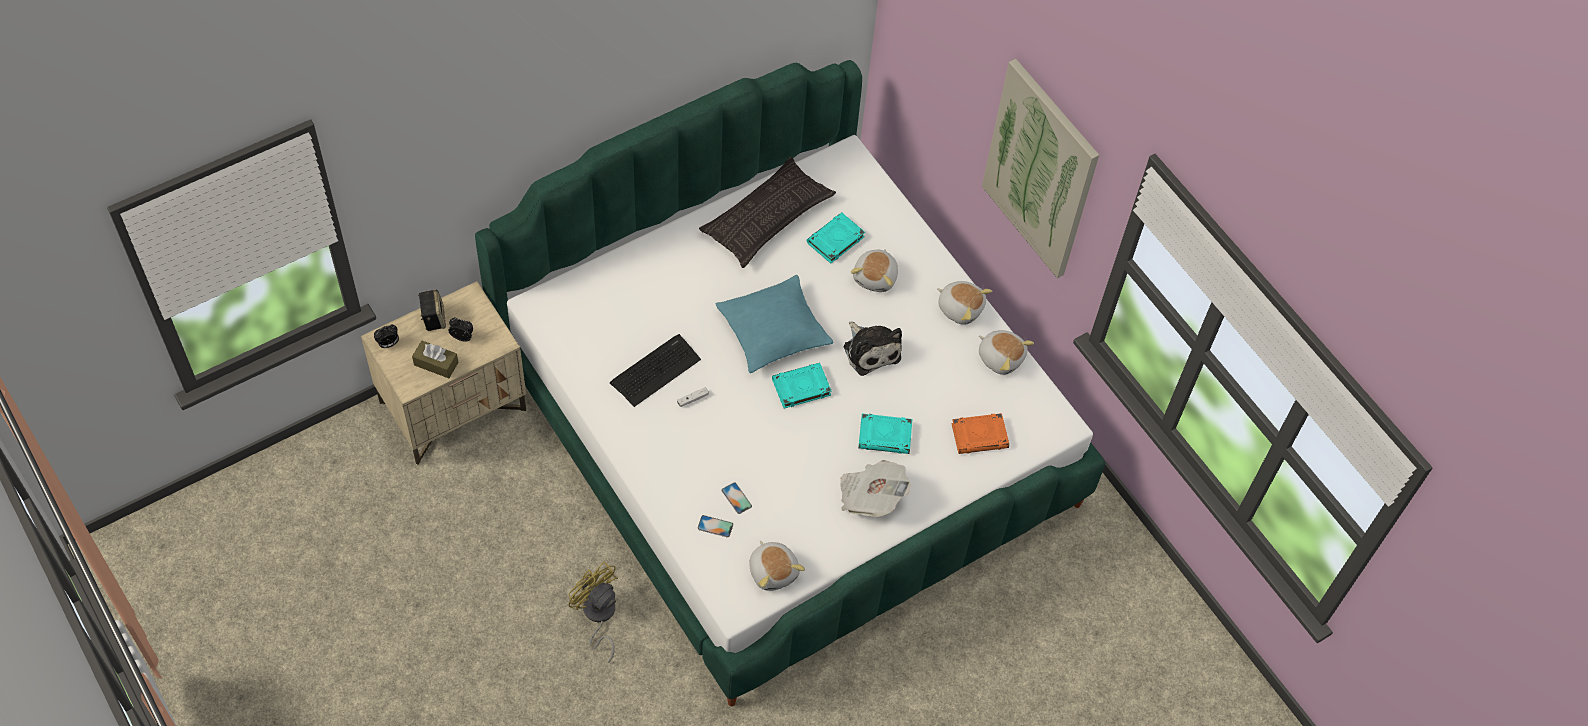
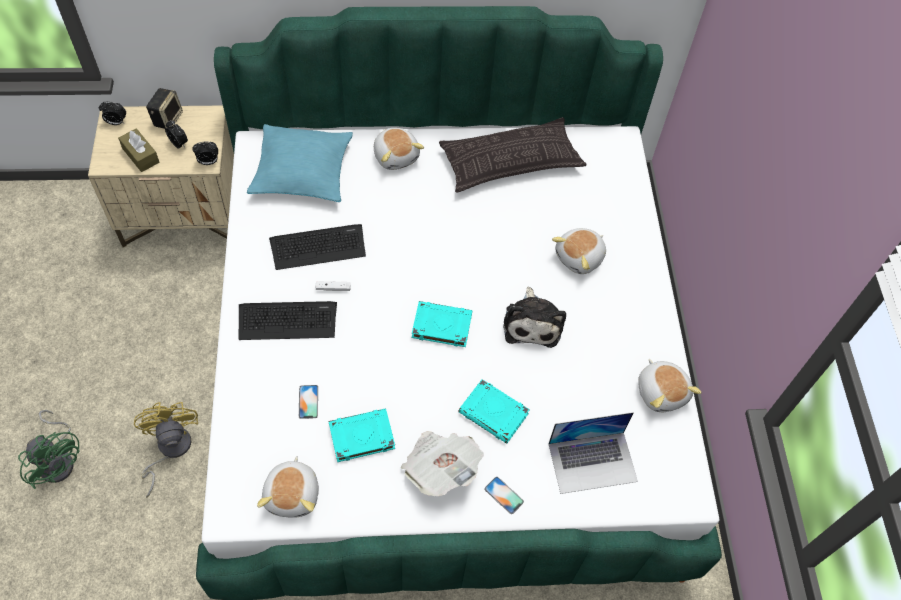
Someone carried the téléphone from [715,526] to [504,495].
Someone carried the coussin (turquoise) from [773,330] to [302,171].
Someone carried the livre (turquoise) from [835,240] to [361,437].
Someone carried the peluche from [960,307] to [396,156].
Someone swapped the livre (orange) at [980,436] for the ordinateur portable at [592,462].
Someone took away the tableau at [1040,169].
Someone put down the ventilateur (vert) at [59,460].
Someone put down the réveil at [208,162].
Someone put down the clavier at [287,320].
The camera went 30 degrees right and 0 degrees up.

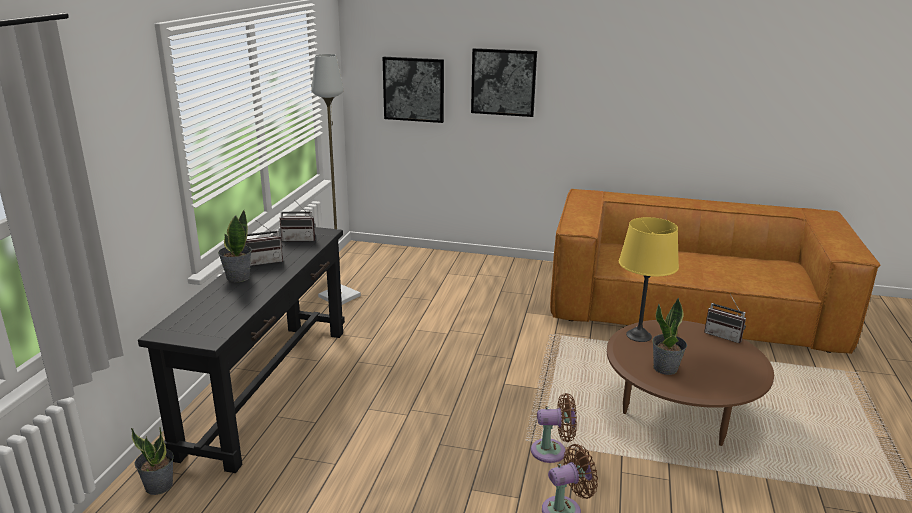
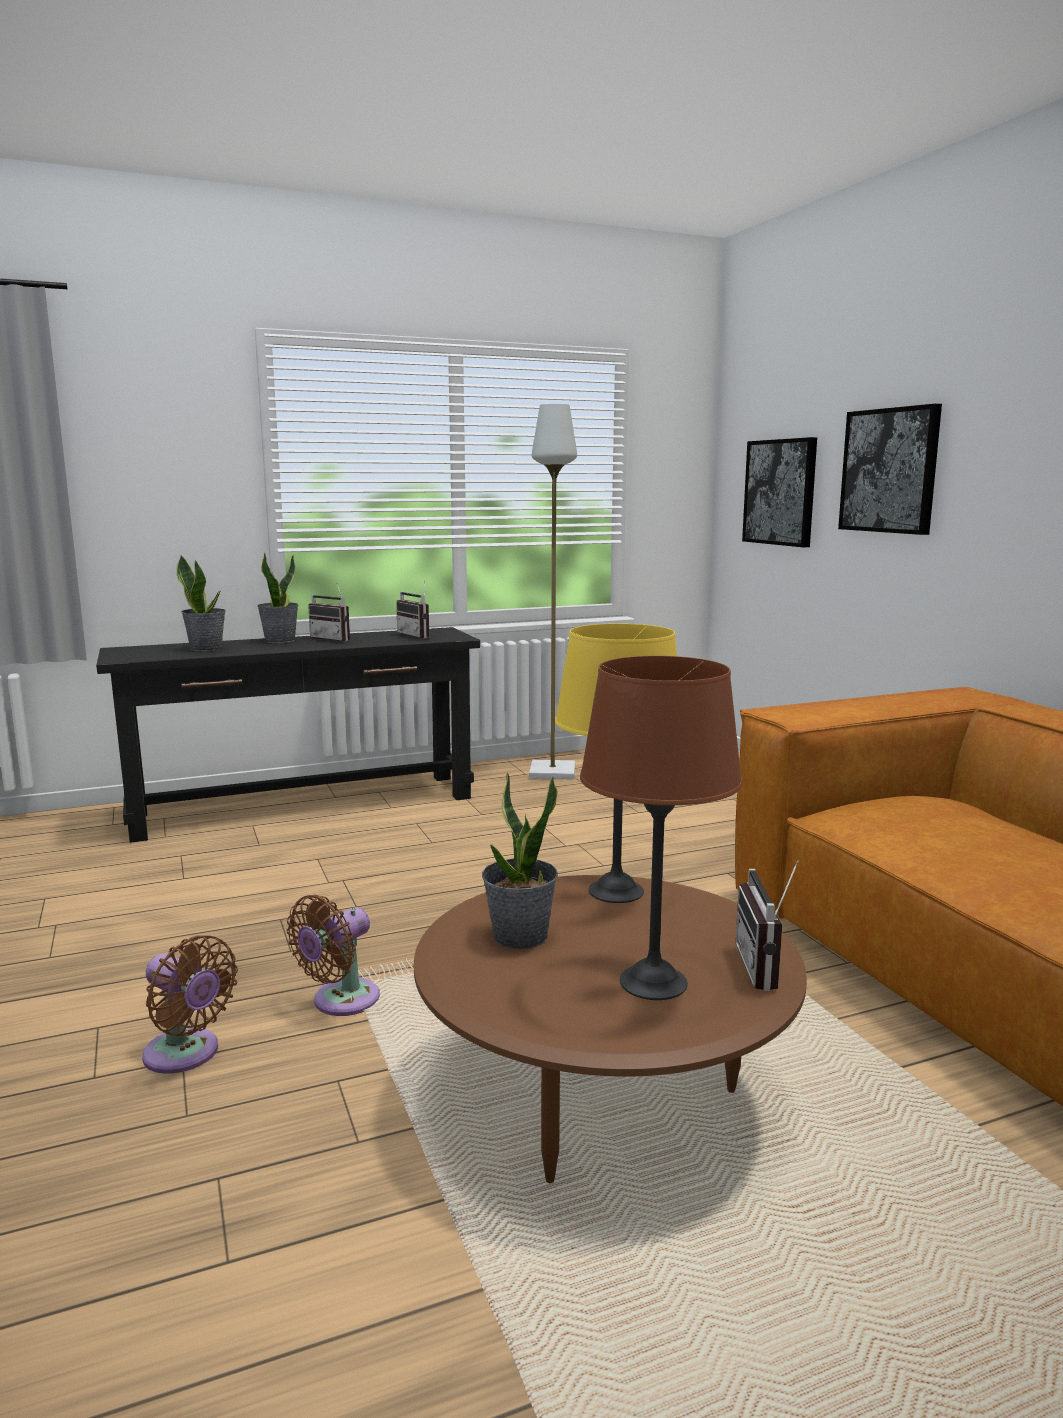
Someone carried the plante en pot from [159,485] to [206,648].
Someone rotated the ventilateur (marron) at [552,451] by 75 degrees clockwise.
Someone put down the lampe de table (marron) at [654,982].
The camera went 55 degrees right and 10 degrees down.

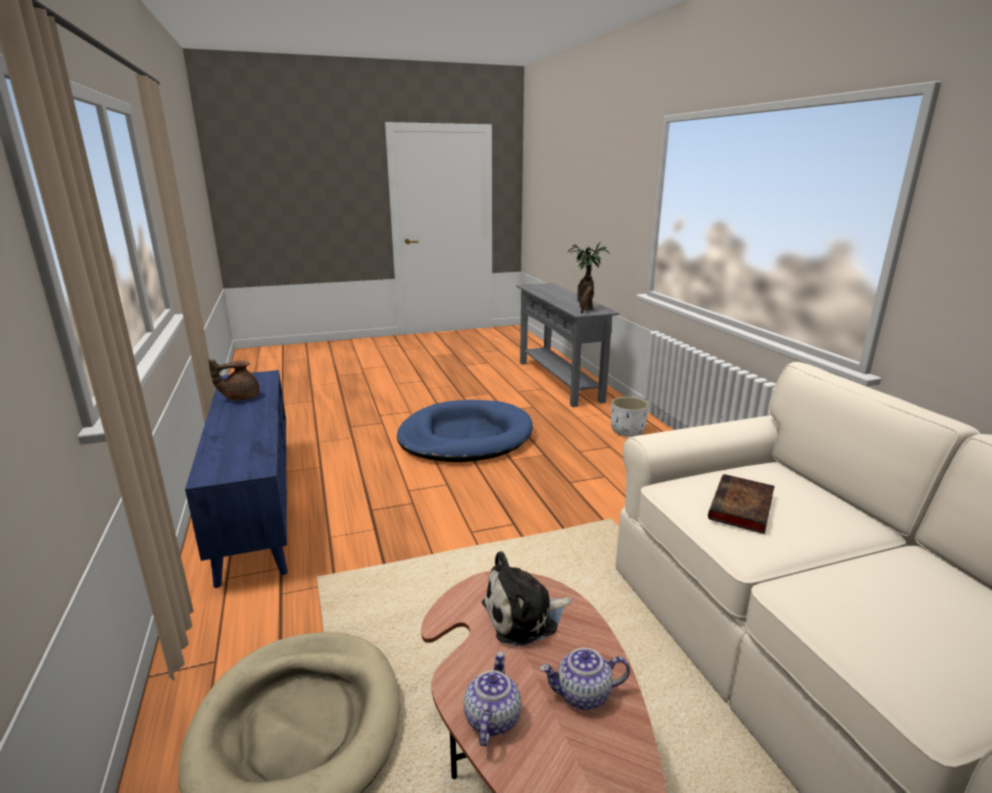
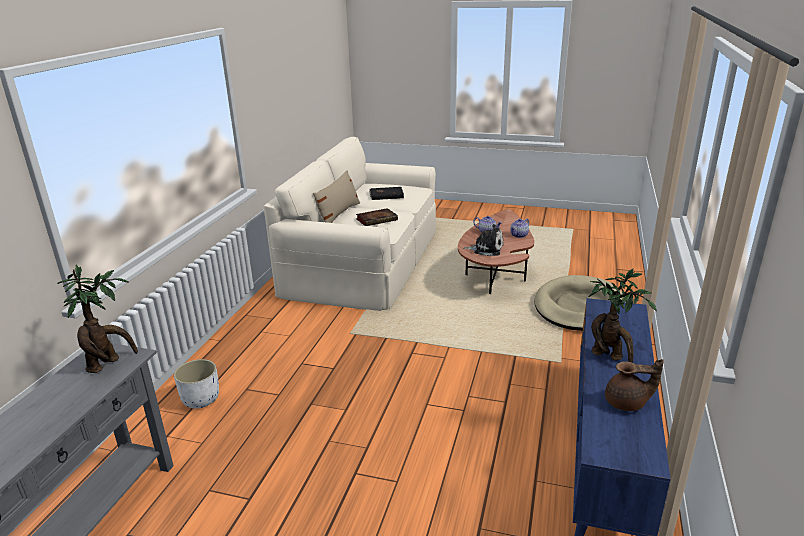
Someone took away the panier pour chien (bleu) at [465,437].
Someone put down the coussin (beige) at [338,214].
Someone put down the livre (noir) at [386,195].
Someone put down the plante en pot at [610,357].
The camera went 145 degrees left and 5 degrees up.

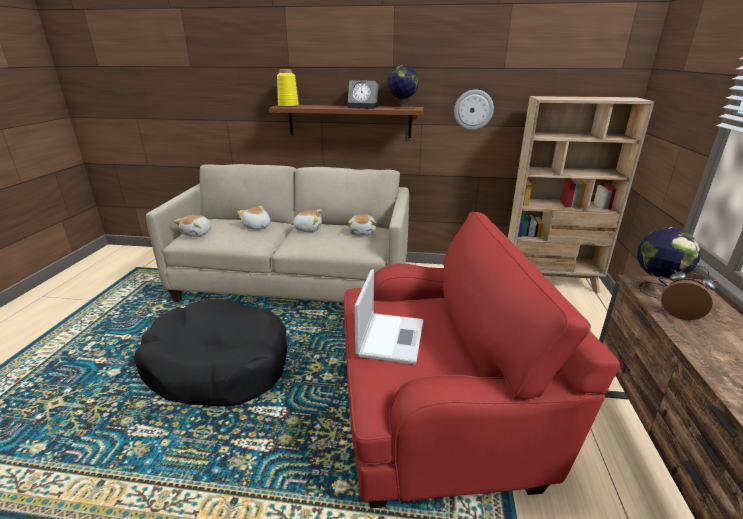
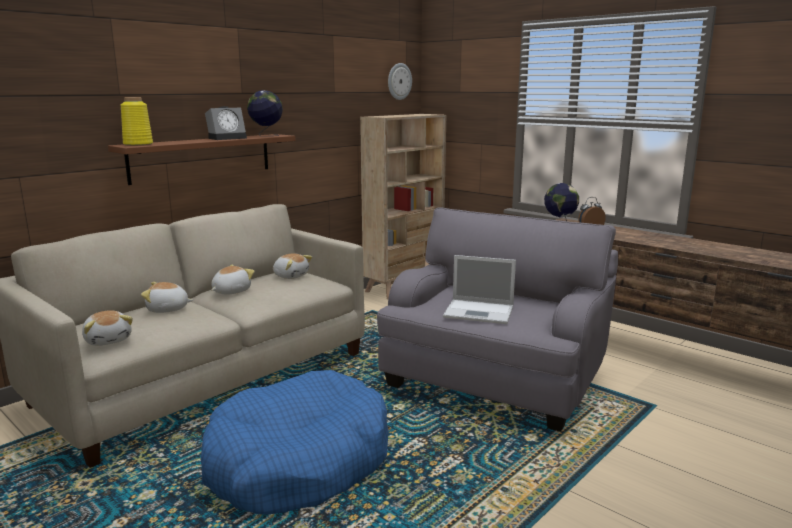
Someone repainted the panier pour chien (noir) at [218,366], which became the panier pour chien (bleu) at [298,461].
Someone repainted the fauteuil (rouge) at [439,412], which became the fauteuil (gris) at [496,377].
Someone rotated the ordinateur portable at [391,337] by 150 degrees clockwise.
Someone carried the horloge murale from [473,110] to [399,81].
The camera went 55 degrees left and 10 degrees down.

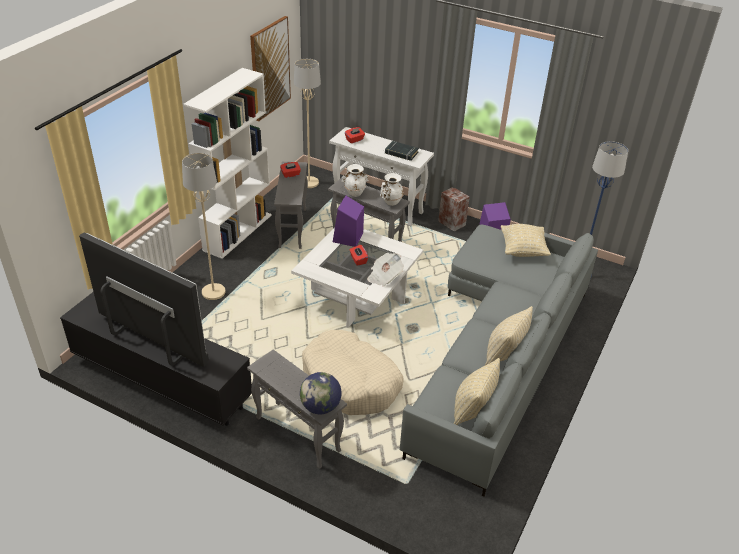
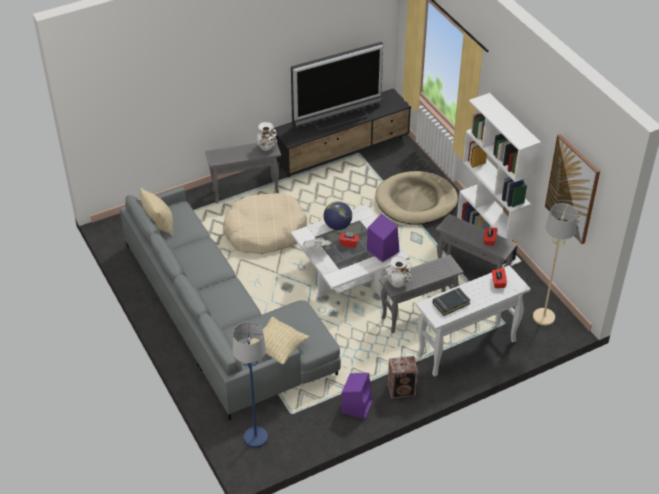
Someone swapped the lampadaire (beige) at [213,292] for the panier pour chien (beige) at [416,201].
Someone carried the globe from [320,407] to [337,226].
Someone carried the vase (blanc) from [354,193] to [267,148].
Someone took away the coussin (beige) at [504,353].
The camera went 125 degrees right and 5 degrees up.

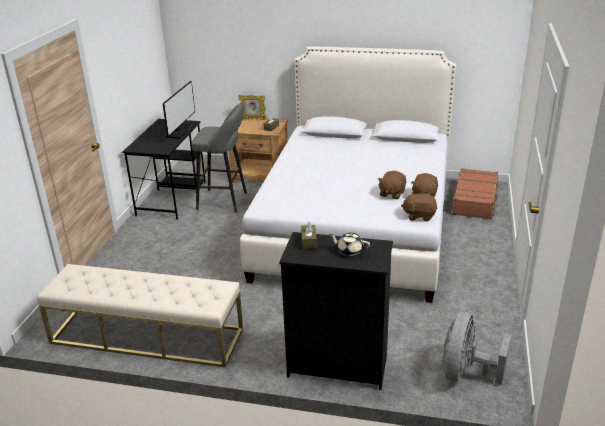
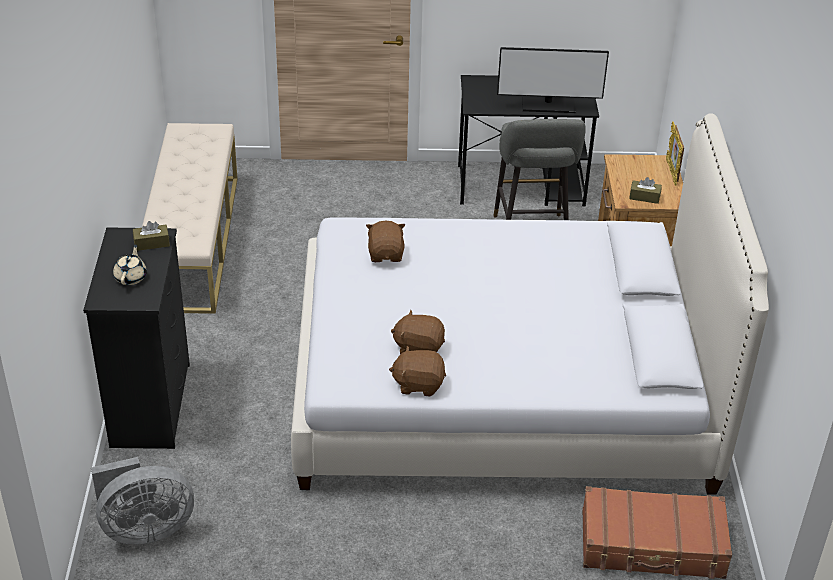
Someone carried the peluche (marron) from [419,216] to [386,254].
Someone rotated the ventilateur (gris) at [466,373] by 150 degrees clockwise.
The camera went 75 degrees right and 10 degrees up.

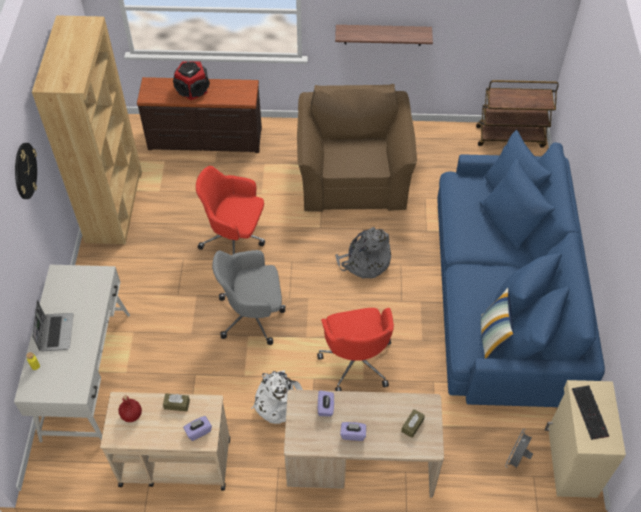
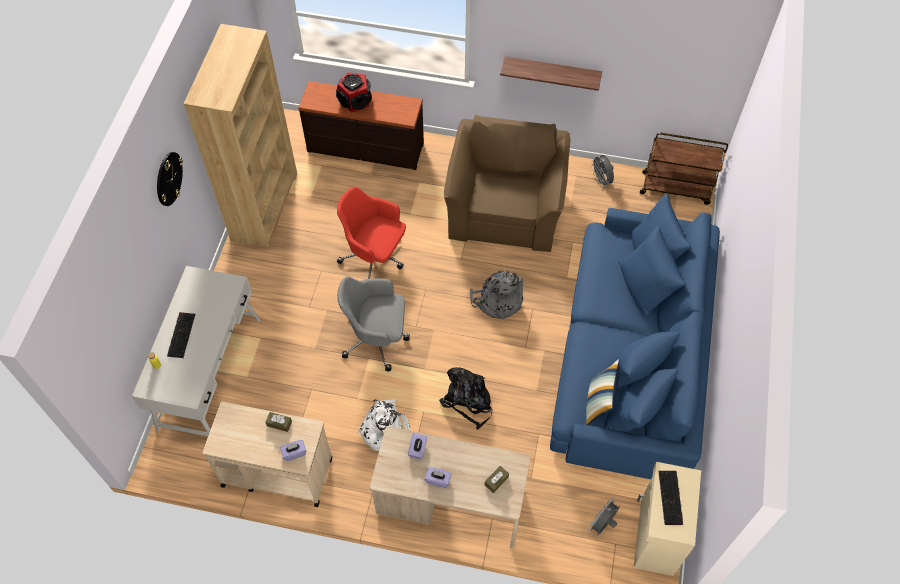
Someone swapped the ordinateur portable at [56,332] for the clavier at [180,334].
Someone took away the bouteille (rouge) at [132,415].
Someone swapped the chaise de bureau (rouge) at [356,361] for the sac à dos (noir) at [468,401].
Someone put down the ventilateur (gris) at [601,180].
The camera went 10 degrees right and 5 degrees up.

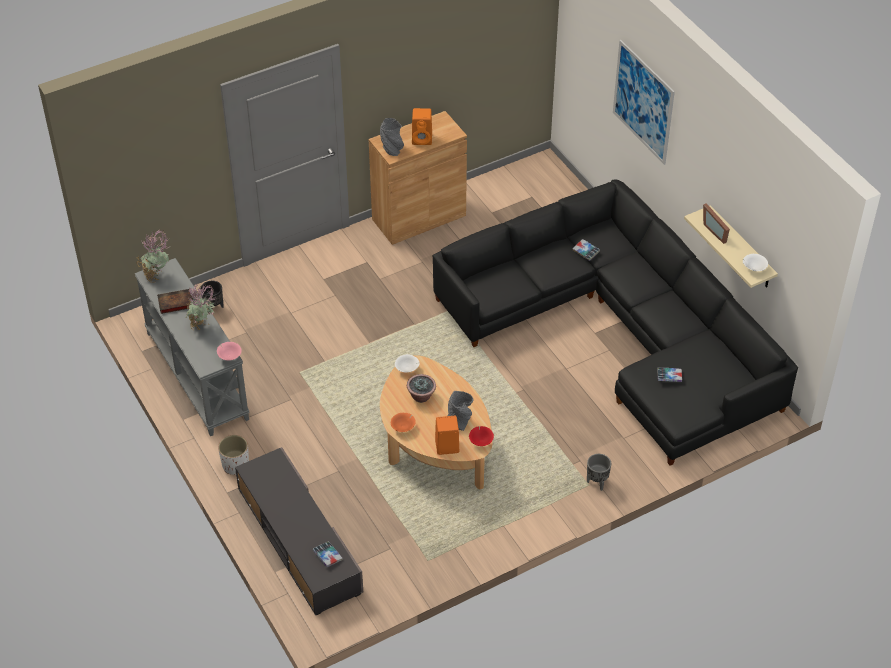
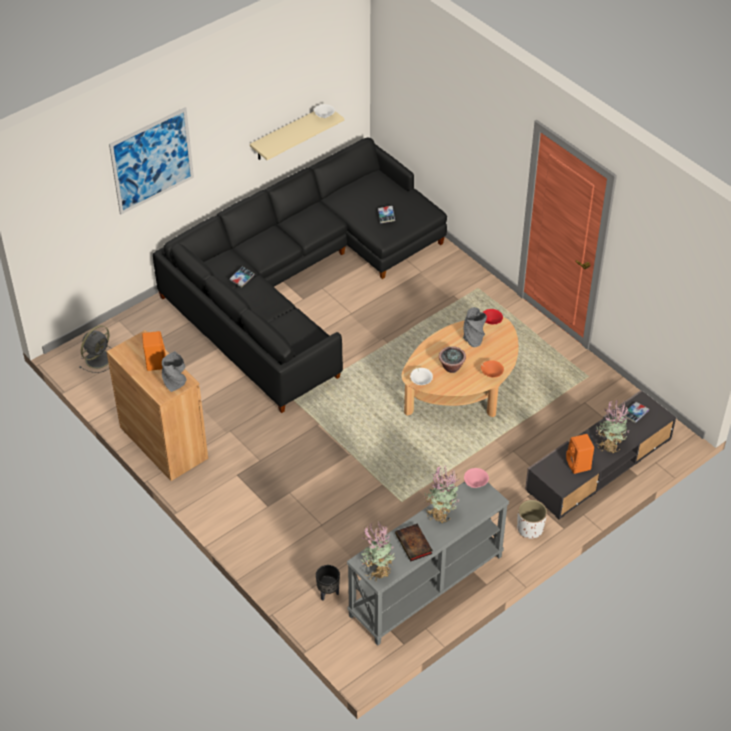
Someone carried the enceinte (orange) from [446,446] to [579,465].
Someone took away the cache-pot (gris) at [597,483].
Someone took away the cadre photo at [716,231].
Someone put down the ventilateur (gris) at [99,358].
Someone put down the plante en pot at [609,445].
The camera went 100 degrees left and 0 degrees up.

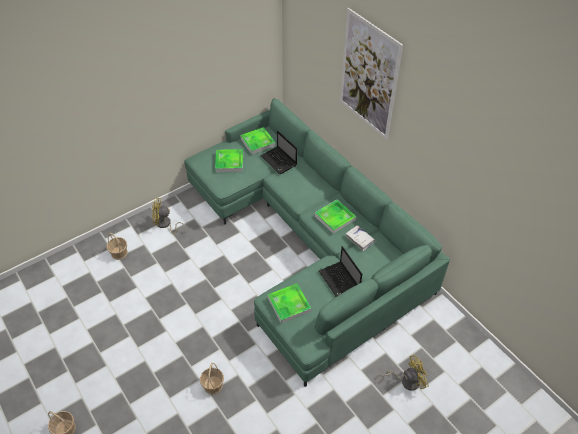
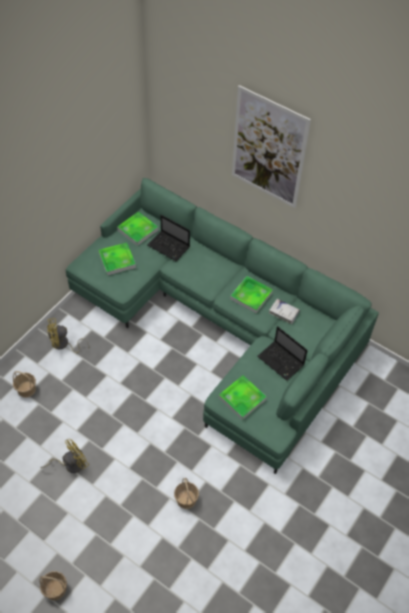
Someone carried the ventilateur (jaune) from [406,380] to [70,464].
The camera went 20 degrees left and 5 degrees up.

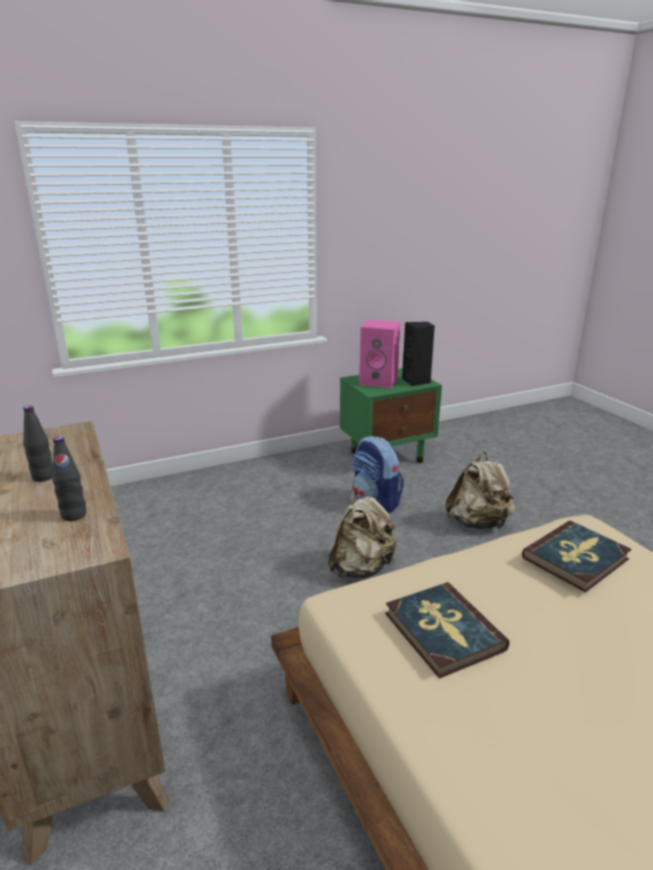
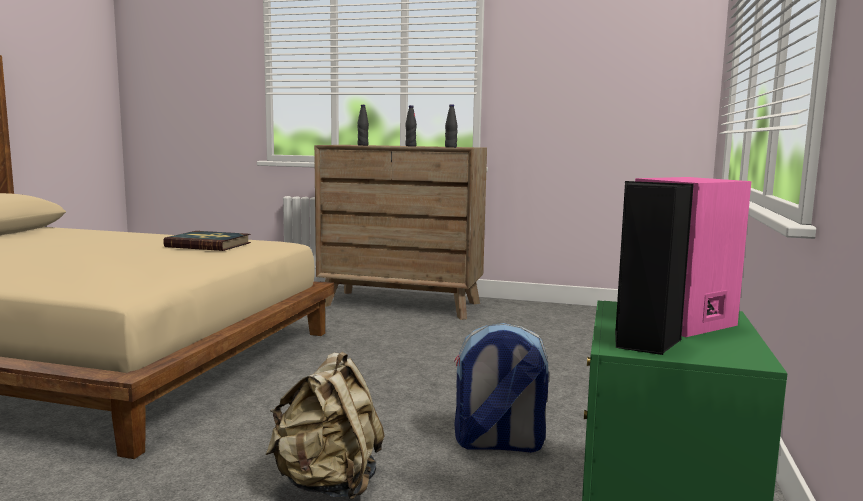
Someone took away the sac à dos (beige) at [361,568].
Someone took away the livre at [576,558].
Someone put down the bouteille (noir) at [450,147].
The camera went 130 degrees right and 15 degrees down.

